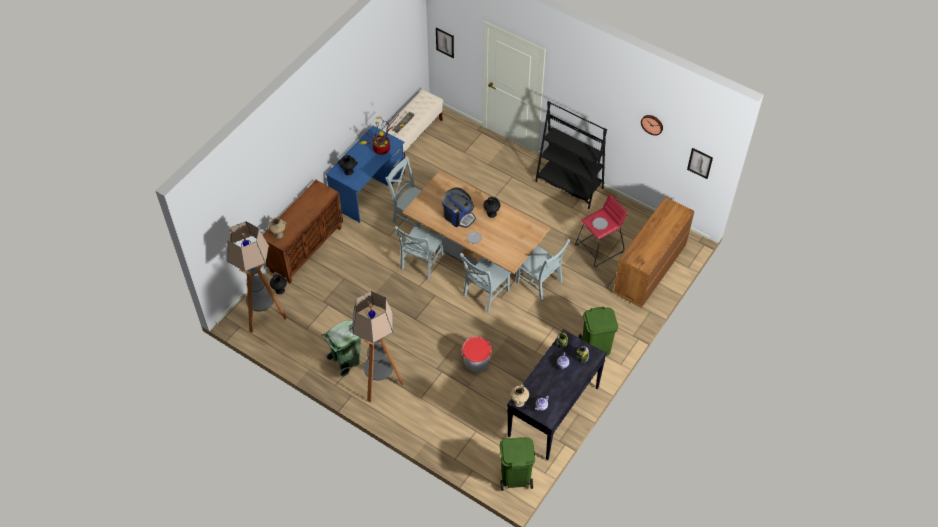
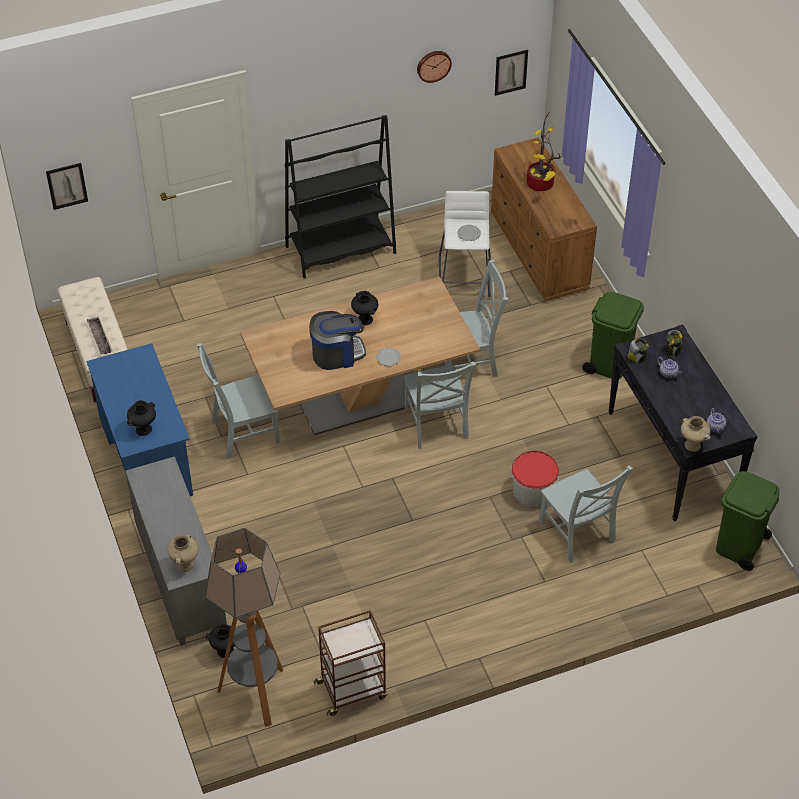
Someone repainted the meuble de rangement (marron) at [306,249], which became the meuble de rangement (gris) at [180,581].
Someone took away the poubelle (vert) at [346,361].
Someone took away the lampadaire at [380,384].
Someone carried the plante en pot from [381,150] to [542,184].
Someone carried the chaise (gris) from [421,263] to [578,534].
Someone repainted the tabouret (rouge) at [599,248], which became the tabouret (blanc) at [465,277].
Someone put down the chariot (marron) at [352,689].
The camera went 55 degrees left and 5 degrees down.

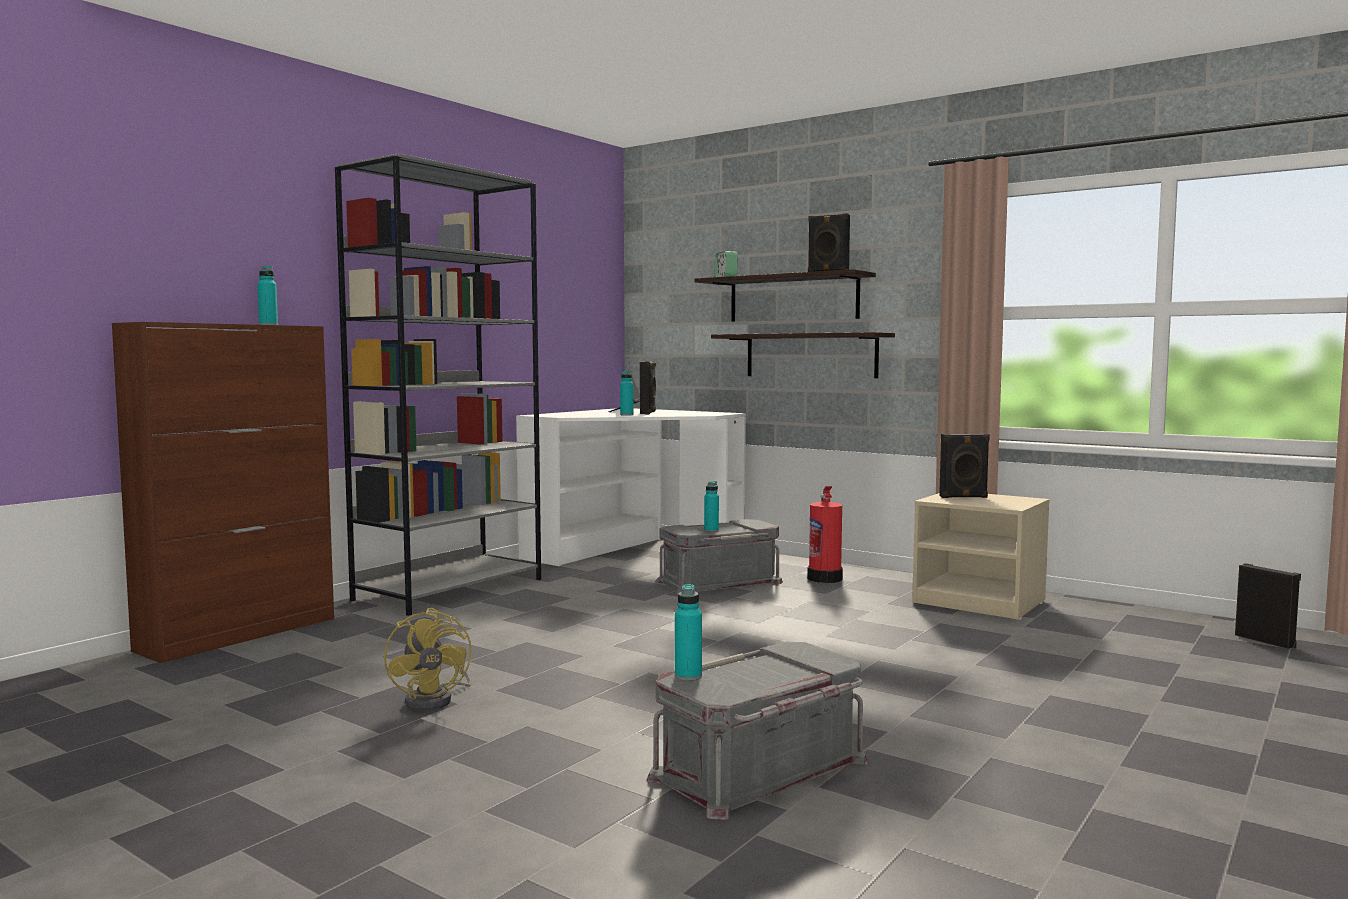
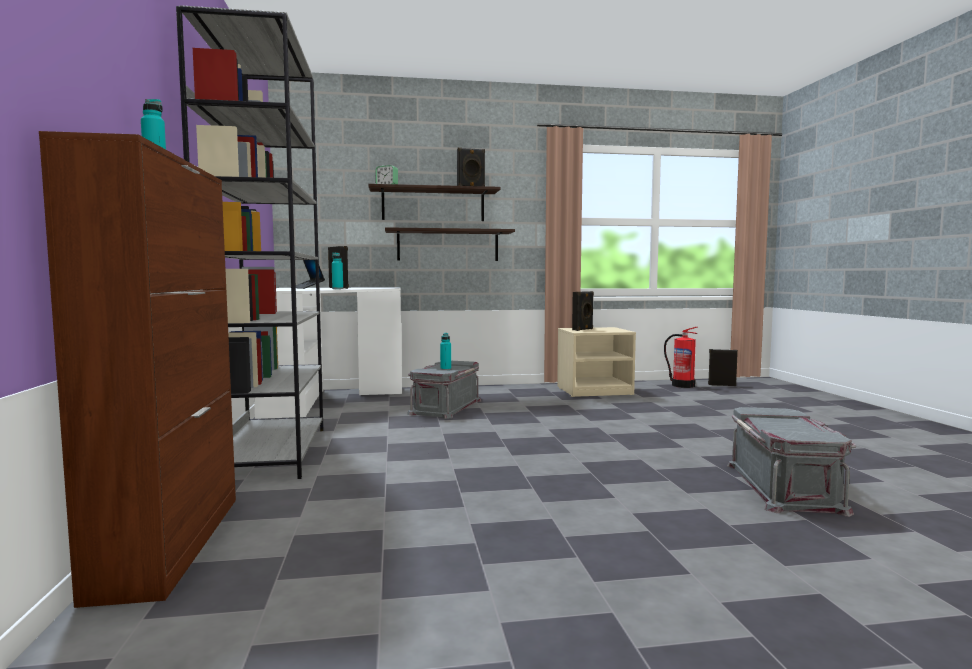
Someone took away the ventilateur (jaune) at [436,700].
Someone took away the bouteille (turquoise) at [688,676].
Someone carried the extincteur from [825,578] to [682,385].
The camera went 45 degrees left and 0 degrees up.

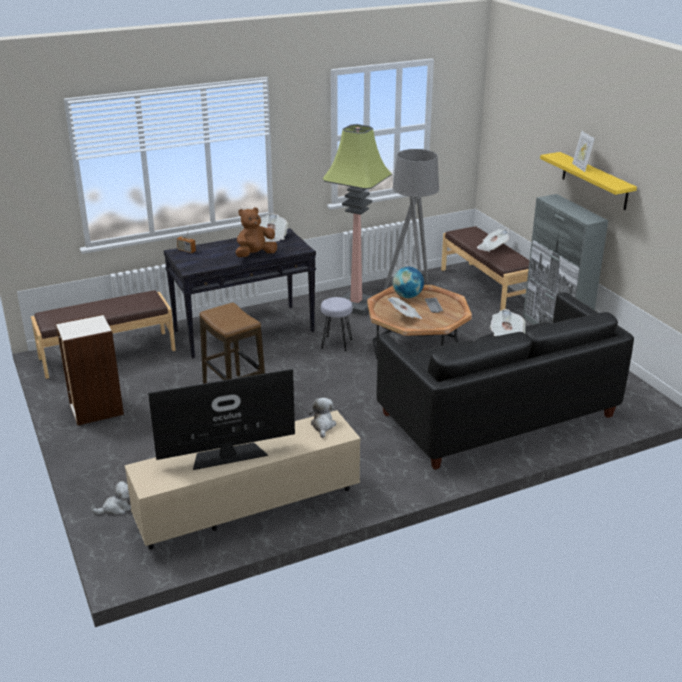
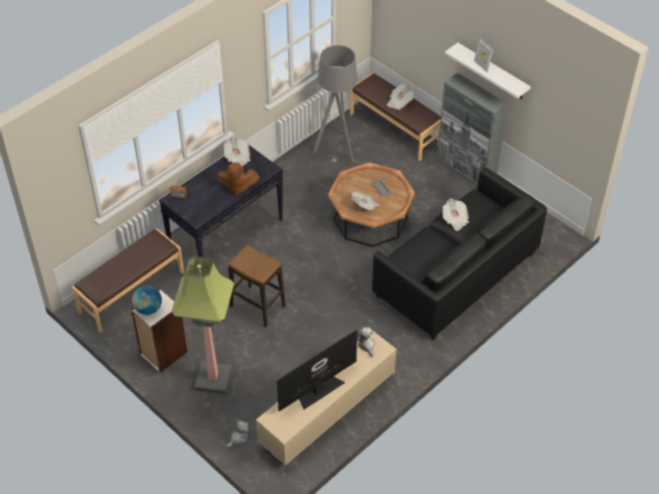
Someone rotated the peluche (marron) at [255,255] by 120 degrees counterclockwise.
Someone took away the tabouret (gris) at [336,343].
Someone carried the lampadaire from [355,305] to [212,379].
Someone carried the globe from [407,296] to [148,309].
Someone repainted the étagère (jaune) at [594,181], which became the étagère (blanc) at [492,72].
The camera went 20 degrees left and 20 degrees up.

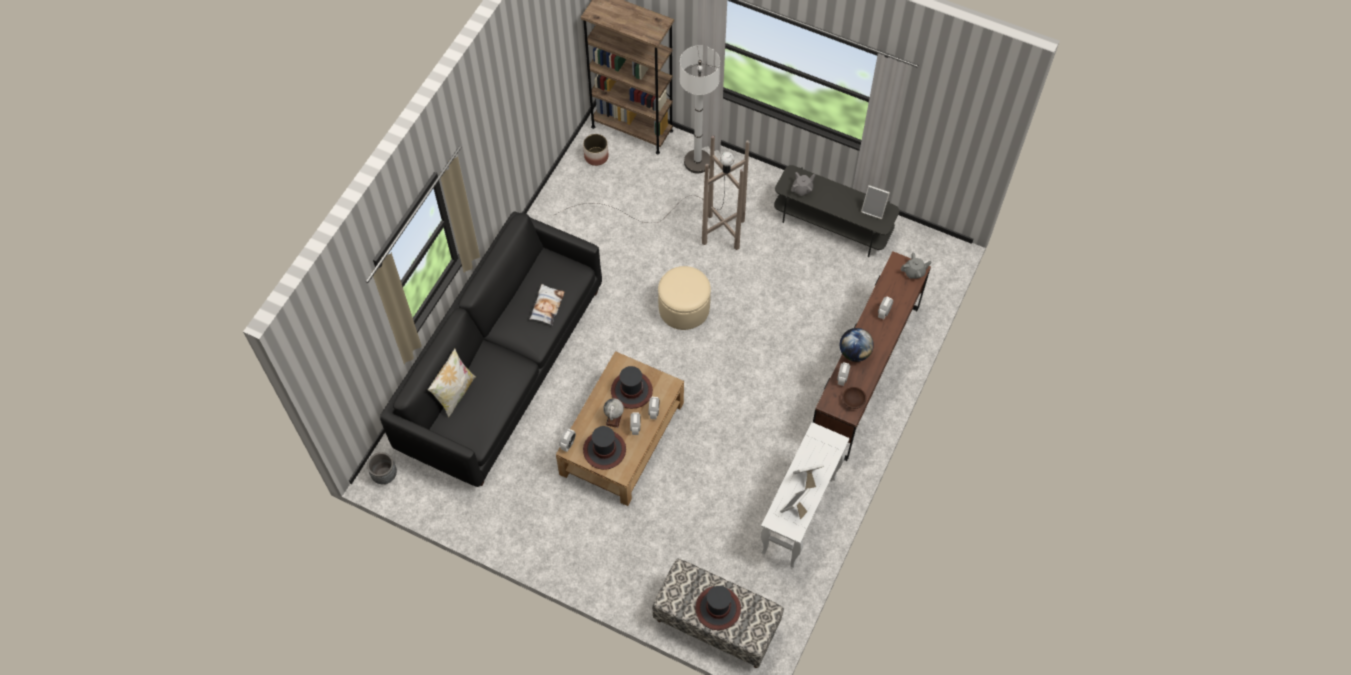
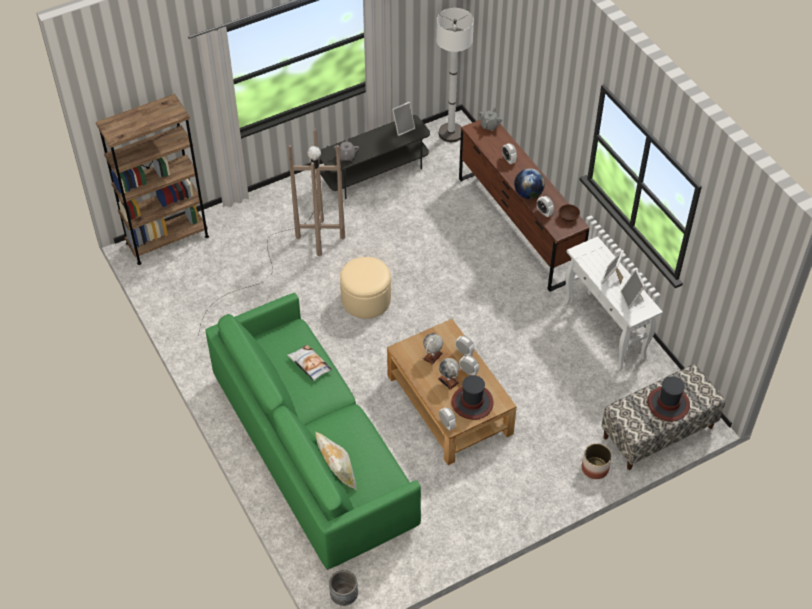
Someone repainted the canapé (noir) at [501,368], which became the canapé (vert) at [313,451].
Someone carried the cache-pot from [596,156] to [595,468].
Someone swapped the chapeau at [631,390] for the globe at [432,356].
Someone carried the lampadaire (blanc) from [697,162] to [451,133].
The camera went 55 degrees left and 10 degrees down.

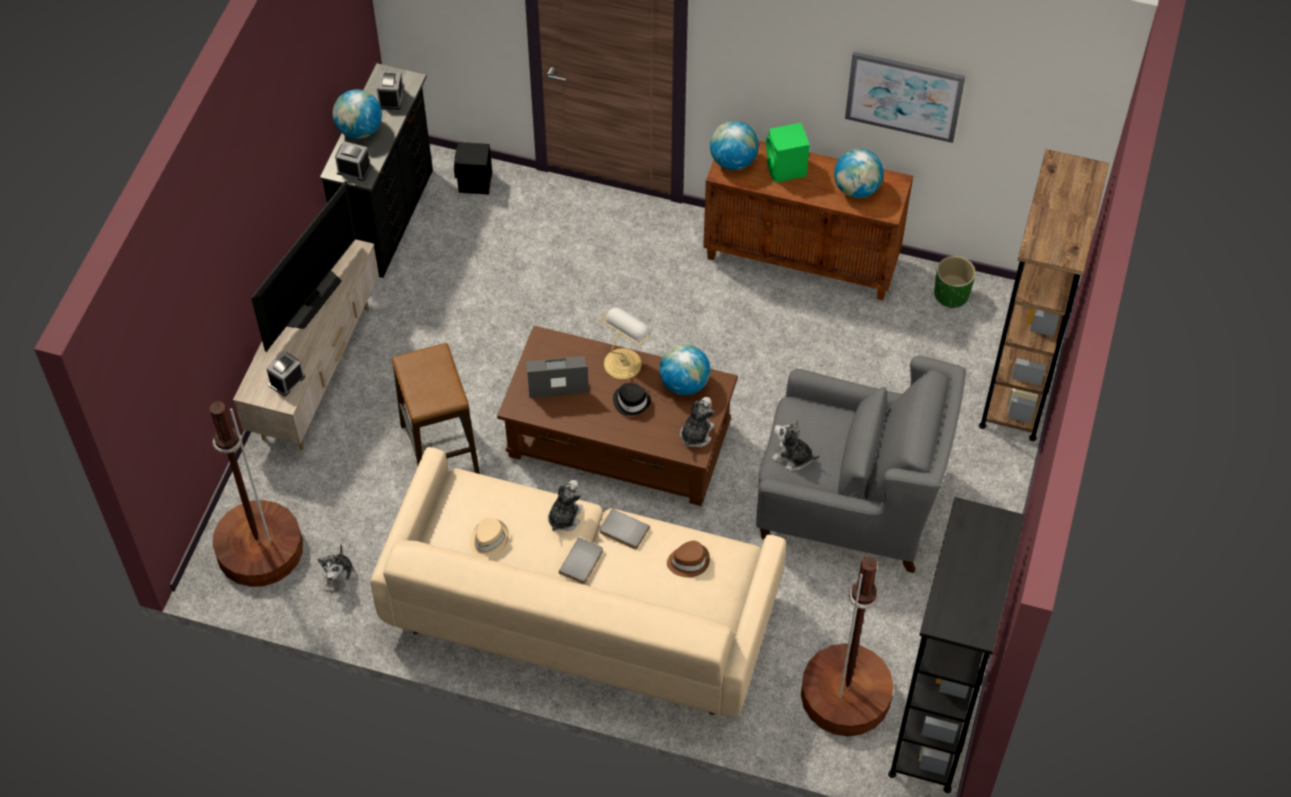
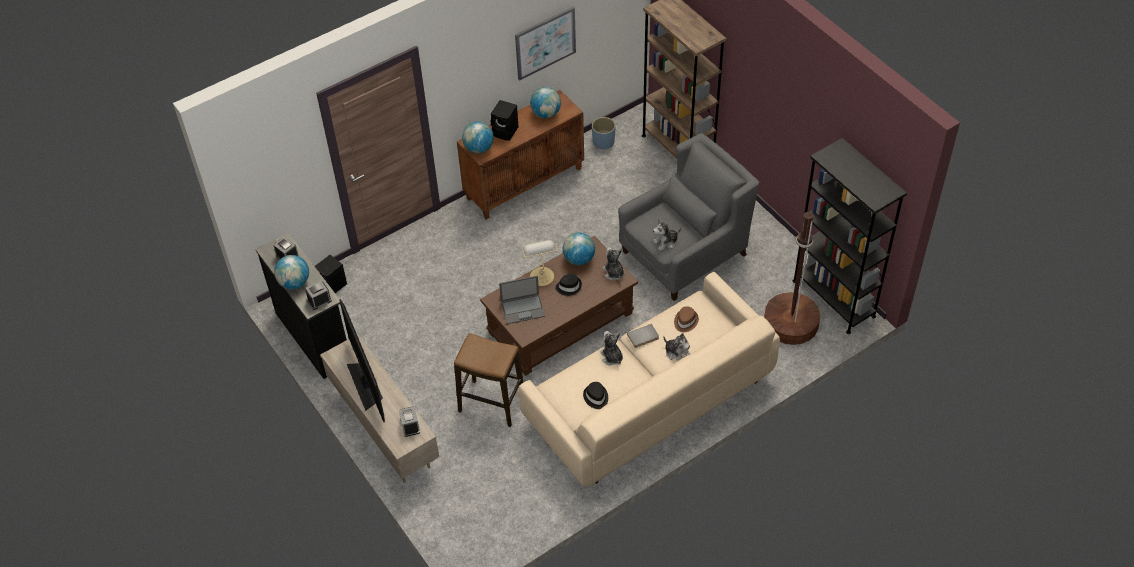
Someone took away the lampadaire (marron) at [259,549].
Someone carried the peluche from [340,577] to [677,353].
Someone repainted the chapeau (beige) at [488,539], which became the chapeau (noir) at [596,397].
Someone rotated the ordinateur portable at [556,378] by 135 degrees counterclockwise.
Someone took away the livre (gris) at [582,562].
Someone repainted the enceinte (vert) at [786,170], which became the enceinte (noir) at [506,132].
Someone repainted the cache-pot (vert) at [951,294], which became the cache-pot (bleu) at [603,142].
The camera went 50 degrees left and 5 degrees down.

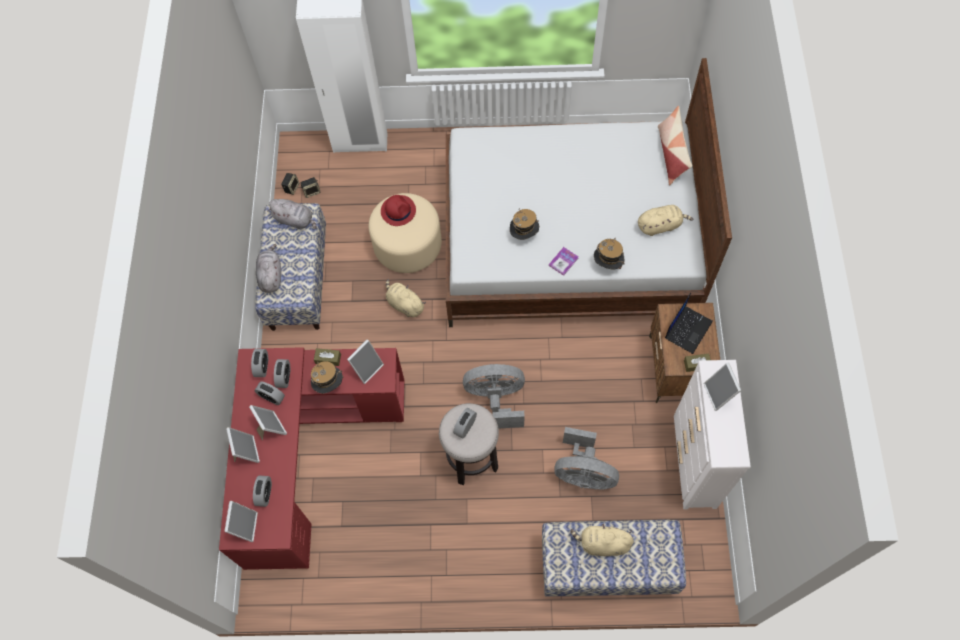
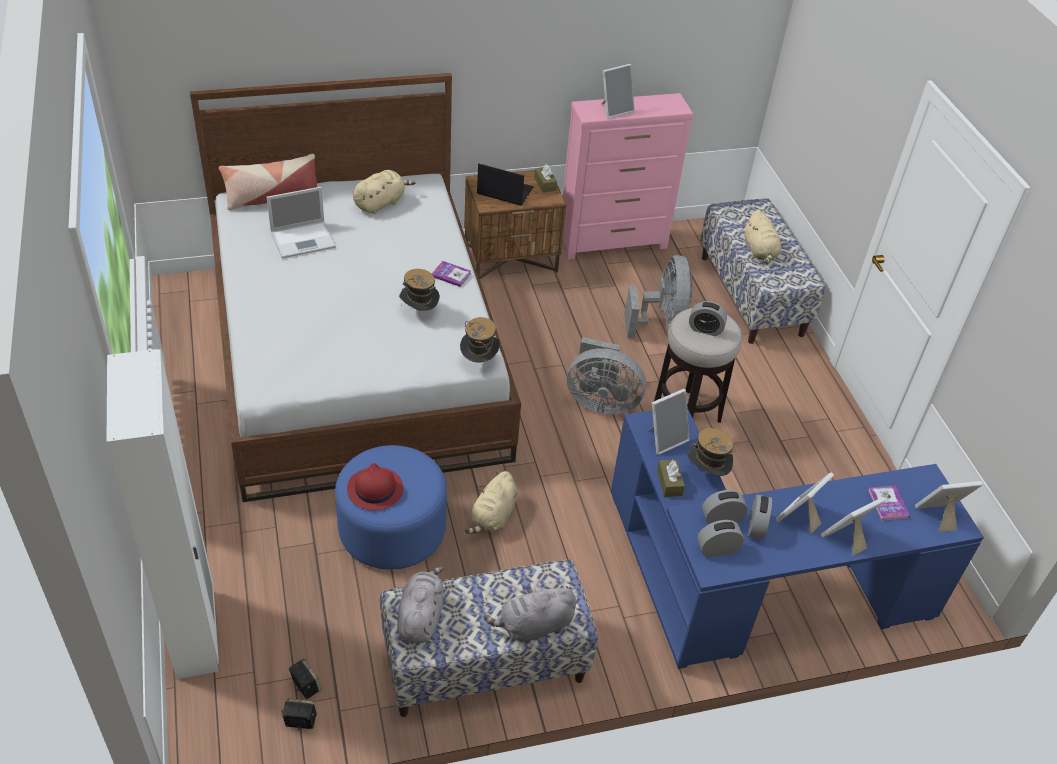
Someone repainted the bureau (rouge) at [305,453], which became the bureau (bleu) at [754,588].
Someone swapped the réveil at [265,494] for the livre at [888,504].
Someone rotated the cadre photo at [367,368] by 120 degrees clockwise.
Someone repainted the pouf (beige) at [408,245], which became the pouf (bleu) at [392,530].
Someone rotated the ventilateur (gris) at [496,399] by 60 degrees counterclockwise.
Someone carried the chapeau from [607,264] to [479,362].
Someone rotated the peluche (beige) at [660,225] by 75 degrees clockwise.
Someone repainted the commode (blanc) at [694,462], which became the commode (rose) at [613,243].
Someone put down the ordinateur portable at [304,239].
The camera went 110 degrees left and 20 degrees down.

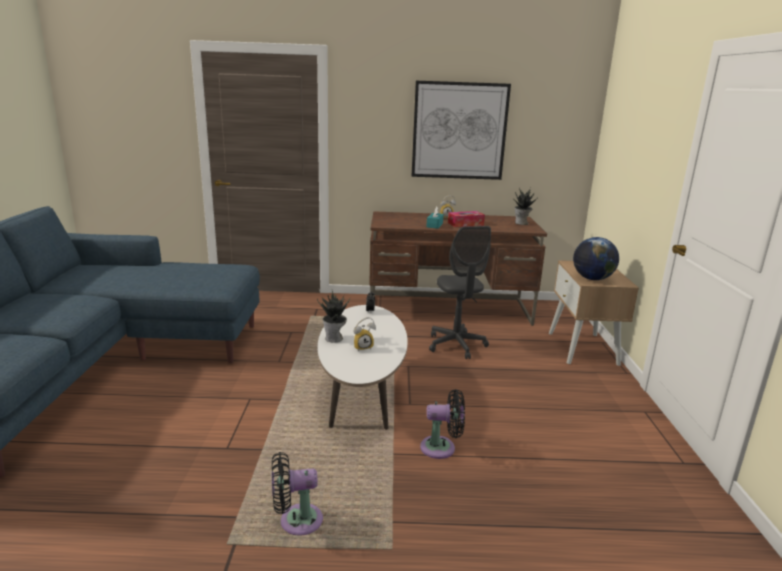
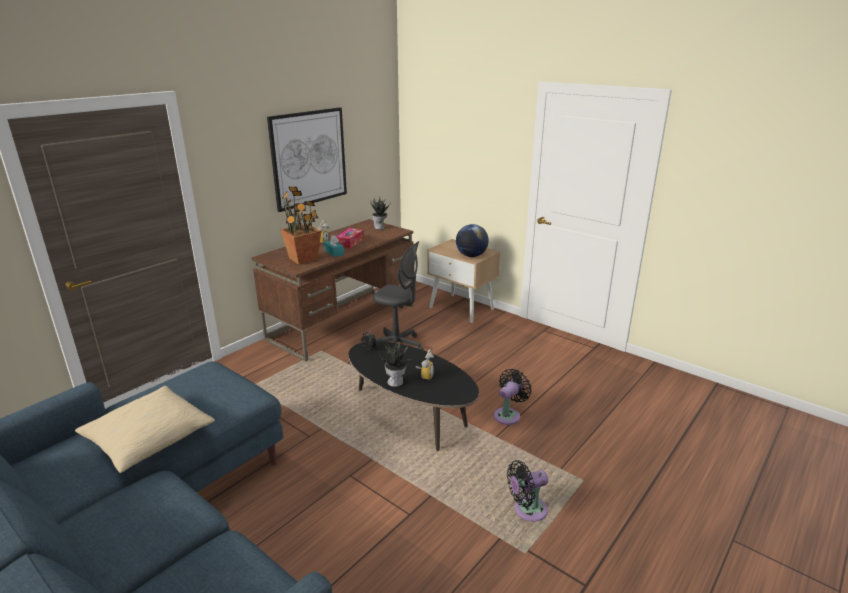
Someone rotated the ventilateur (noir) at [296,521] by 45 degrees clockwise.
Someone repainted the table basse (blanc) at [362,393], which became the table basse (noir) at [410,416].
Someone put down the coussin (beige) at [149,438].
Someone put down the plante en pot at [303,259].
The camera went 50 degrees left and 5 degrees up.

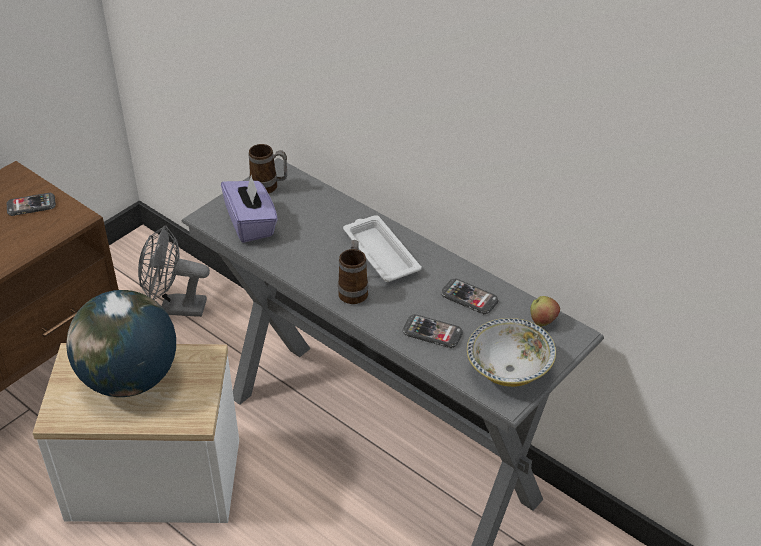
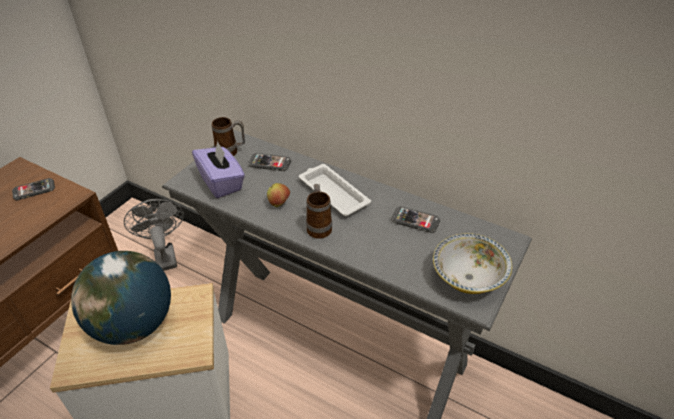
Someone rotated the ventilateur (gris) at [175,308] by 75 degrees clockwise.
Someone carried the téléphone from [432,332] to [269,163].
Someone carried the pomme from [543,322] to [279,203].
The camera went 10 degrees left and 0 degrees up.

